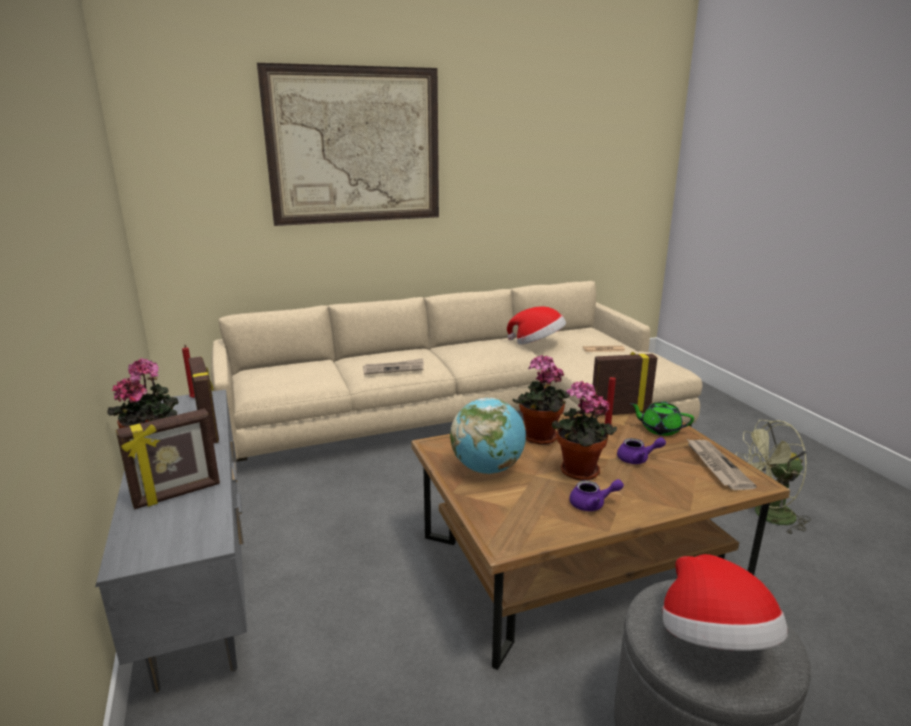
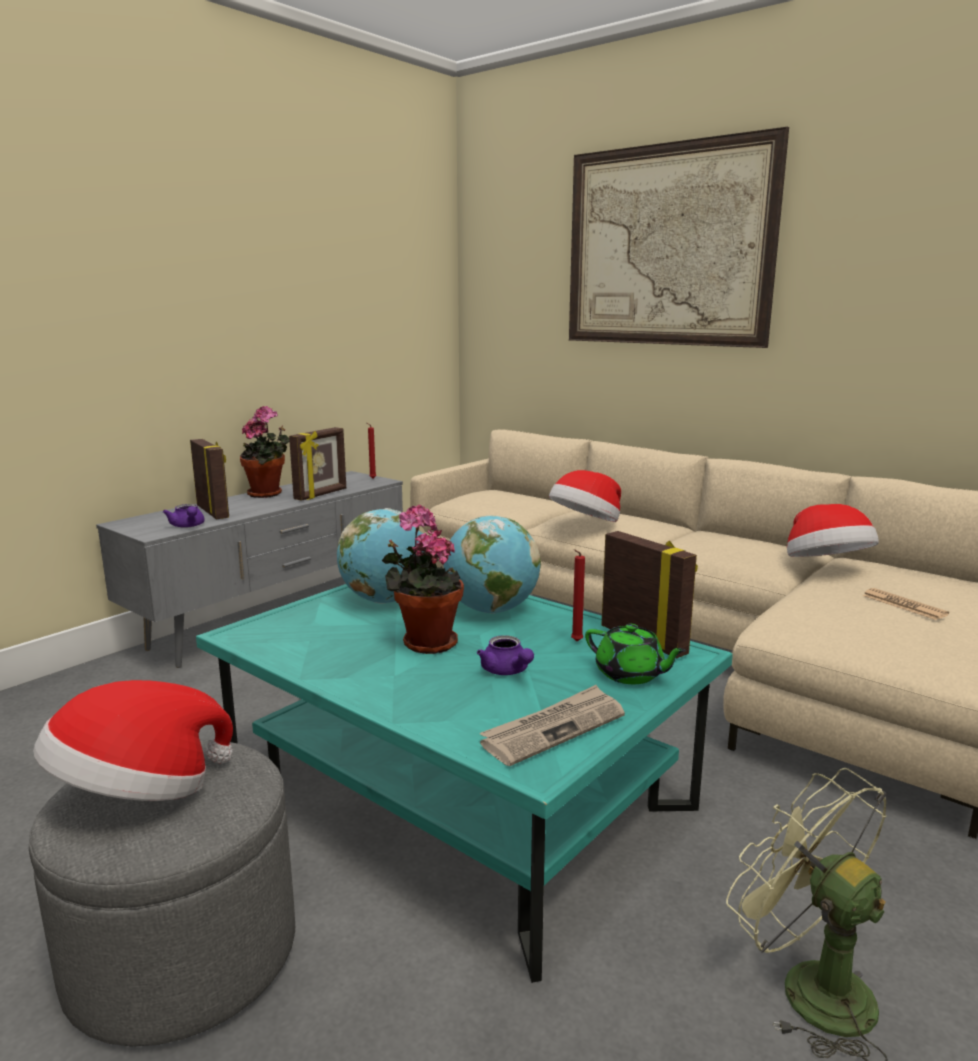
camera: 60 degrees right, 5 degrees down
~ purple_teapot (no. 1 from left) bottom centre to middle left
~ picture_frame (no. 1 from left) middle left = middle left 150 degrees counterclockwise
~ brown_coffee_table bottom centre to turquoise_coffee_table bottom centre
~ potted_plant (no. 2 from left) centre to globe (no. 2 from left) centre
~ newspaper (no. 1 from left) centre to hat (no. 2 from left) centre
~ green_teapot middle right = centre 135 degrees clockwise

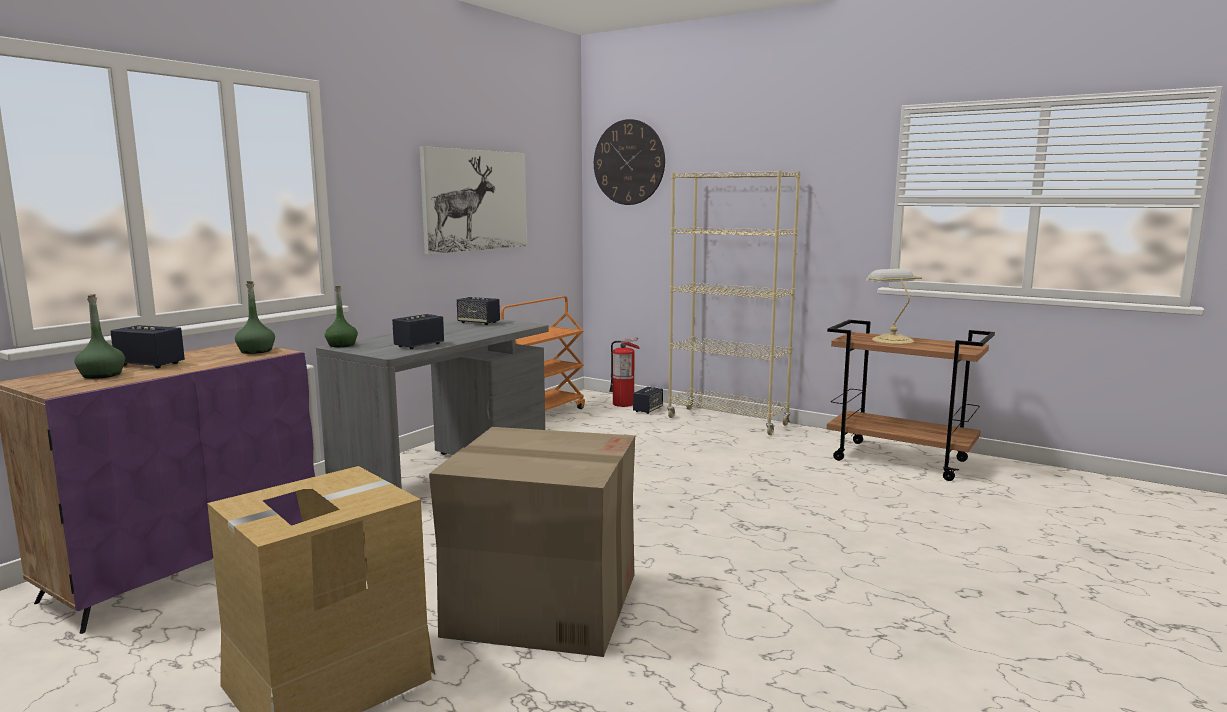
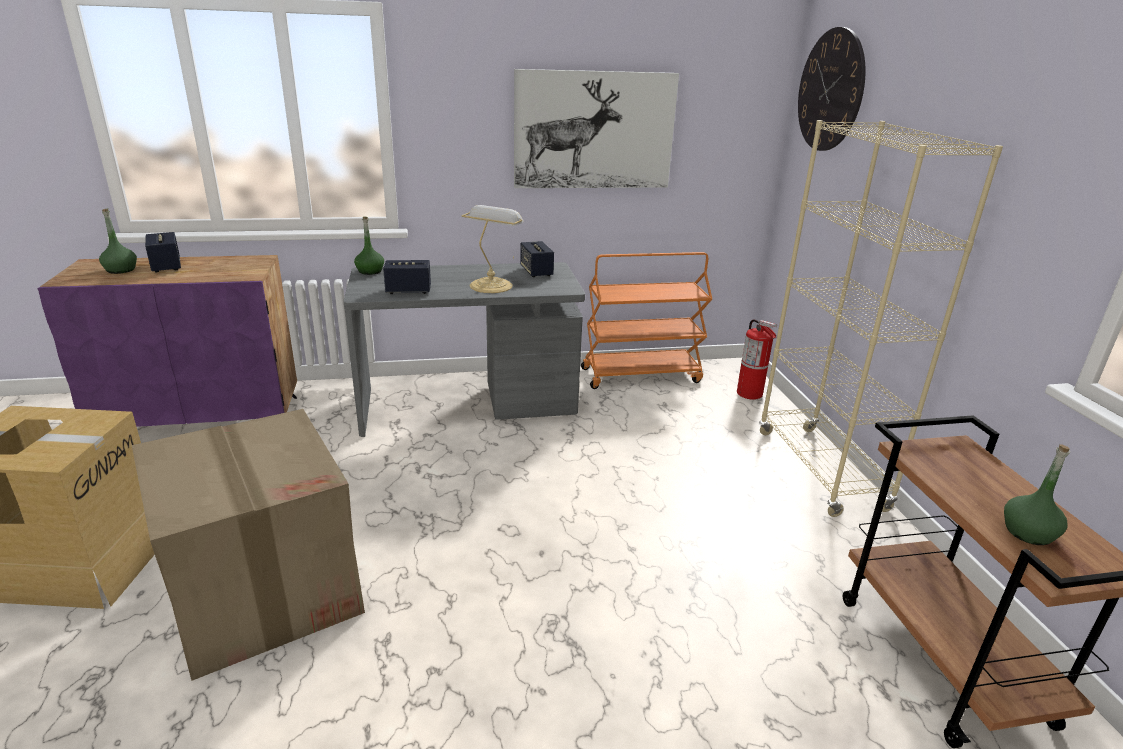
camera: 45 degrees right, 15 degrees up
~ table_lamp middle right to top centre
~ green_bottle (no. 2 from left in the first image) middle left to green_bottle (no. 3 from left) middle right
- speaker (no. 4 from left) centre

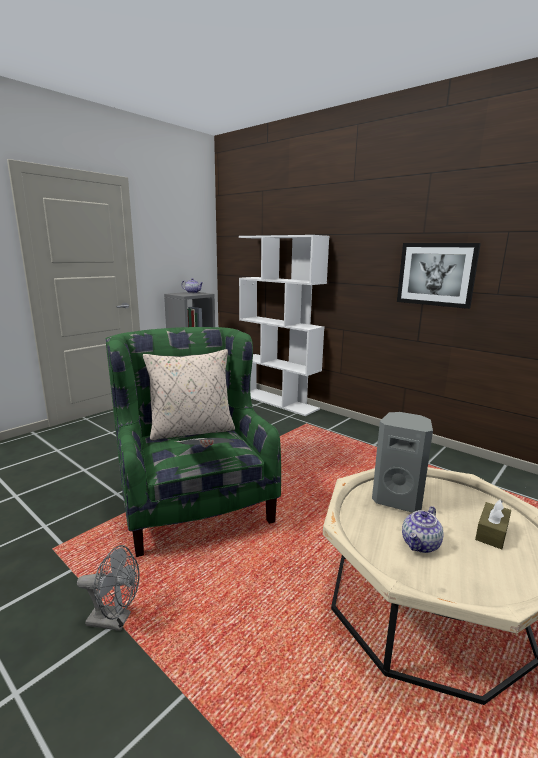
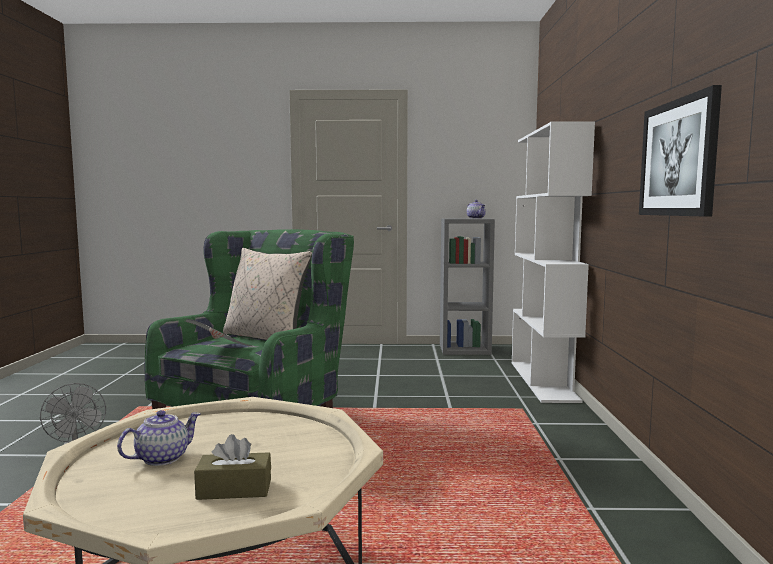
camera: 50 degrees right, 10 degrees down
~ teapot (no. 2 from left in the first image) bottom right = bottom left 135 degrees clockwise
- grey_speaker middle right

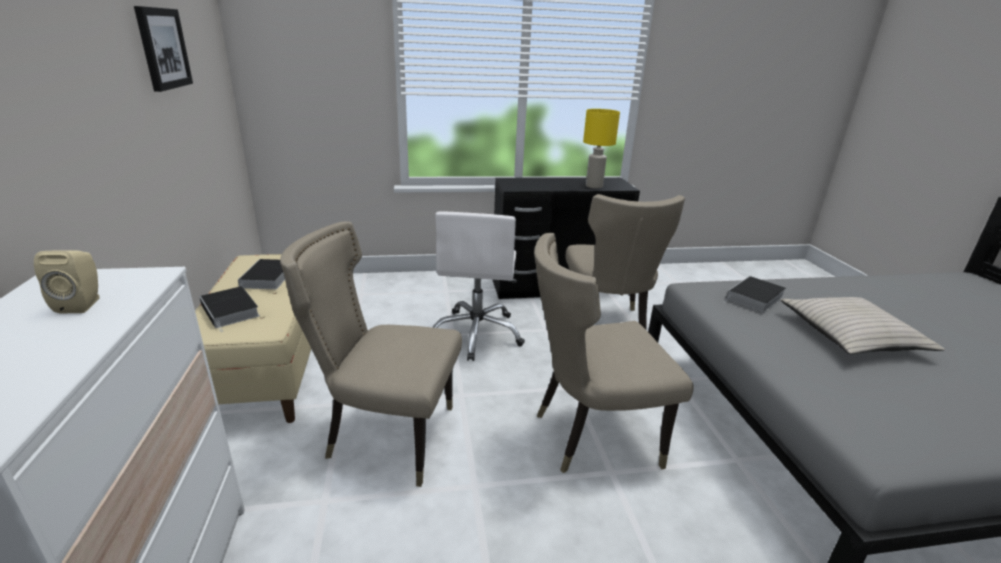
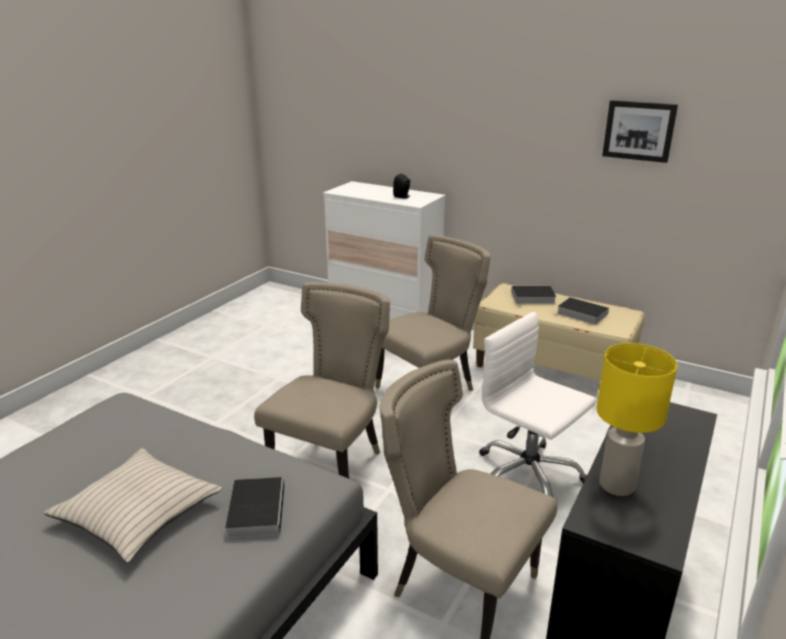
camera: 130 degrees right, 0 degrees up
~ beige_speaker middle left to black_speaker top centre

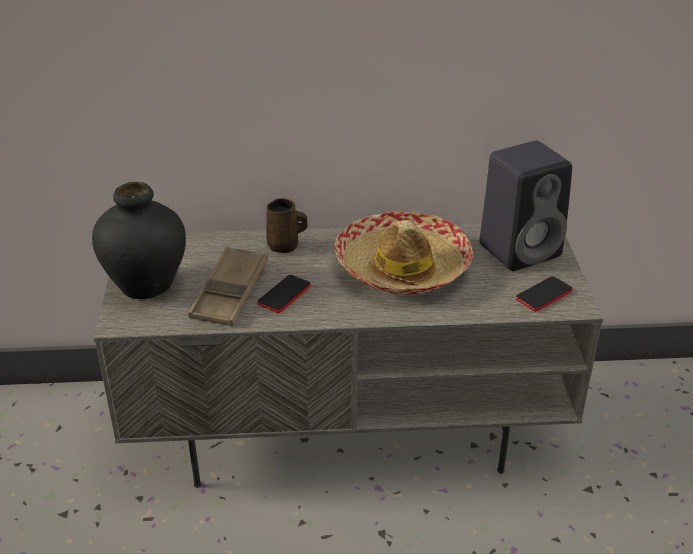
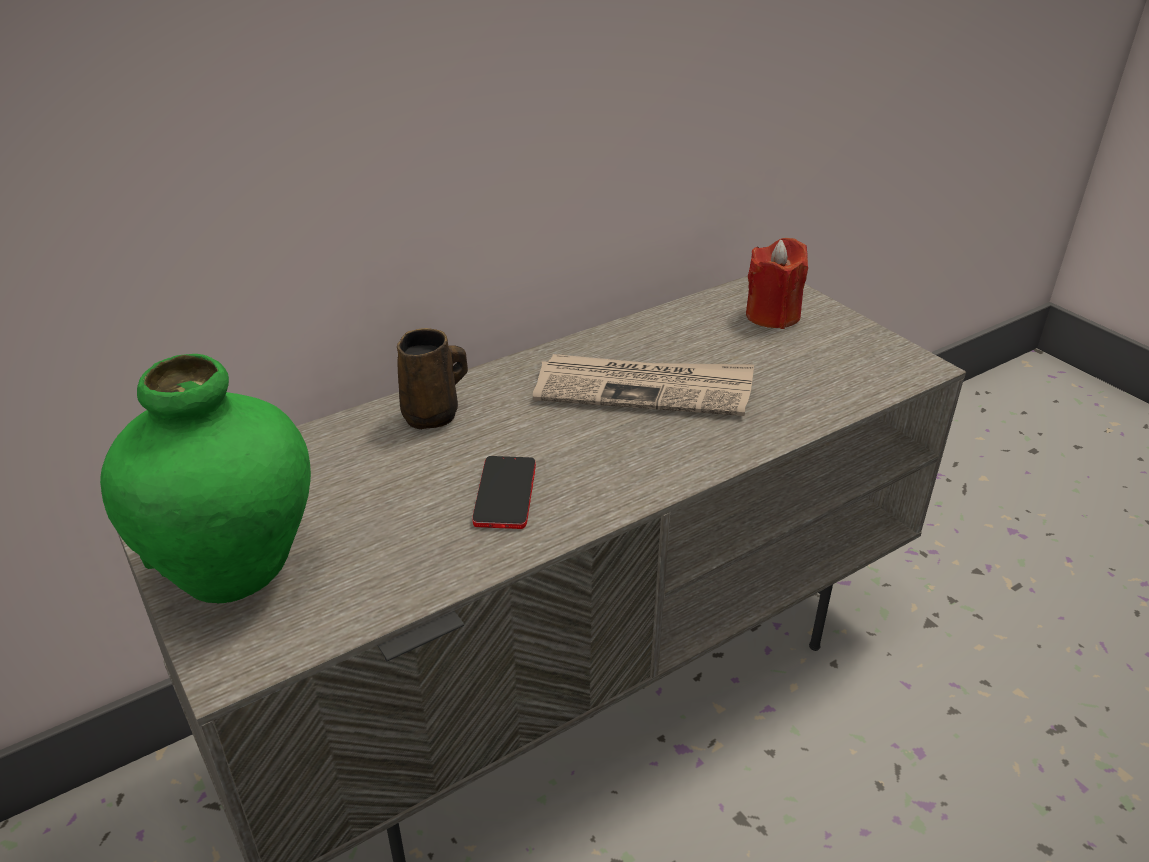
camera: 30 degrees left, 0 degrees up
~ black_vase middle left to green_vase middle left
~ hat centre to newspaper centre
~ black_speaker middle right to red_candle top right
- brown_tray middle left
- phone (no. 2 from left) middle right

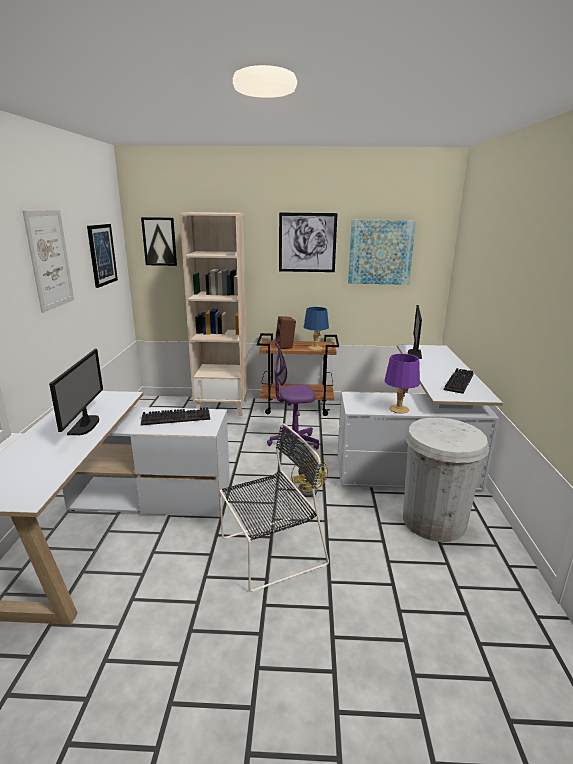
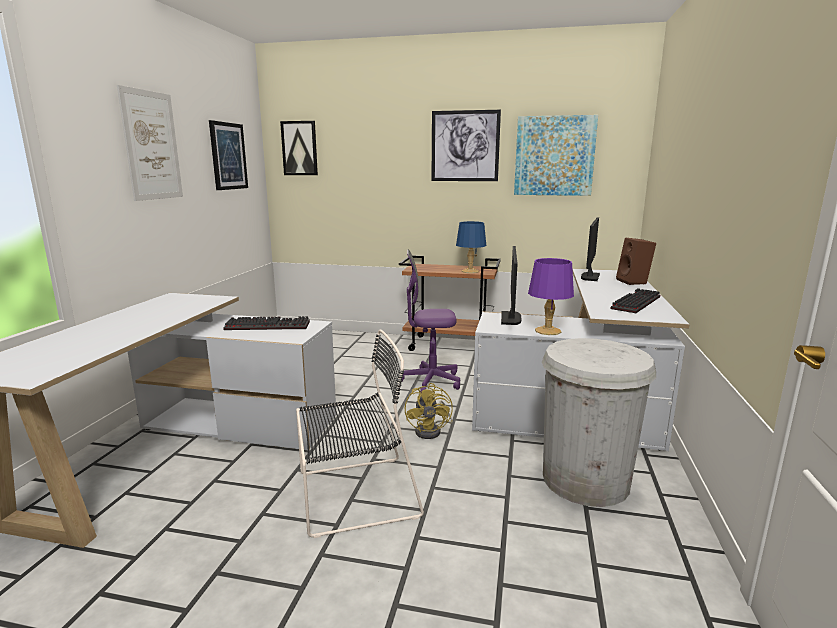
camera: 10 degrees right, 5 degrees down
~ monitor (no. 1 from left) middle left to centre
~ brown_speaker centre to middle right
- beige_bookcase centre

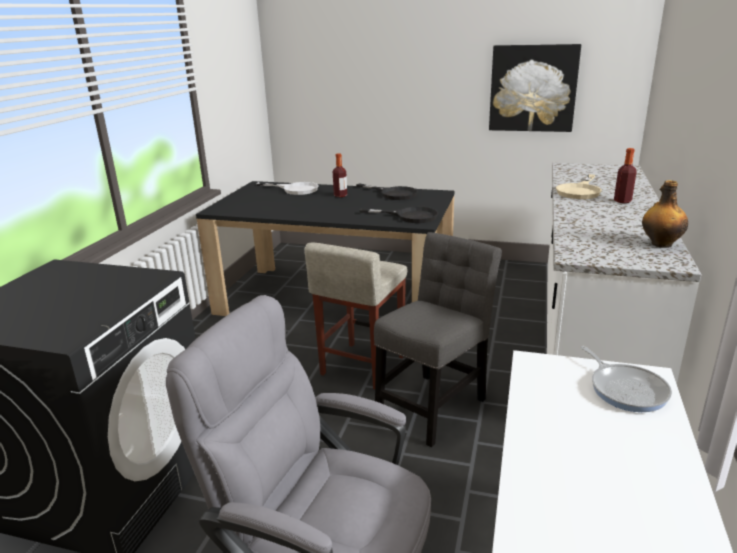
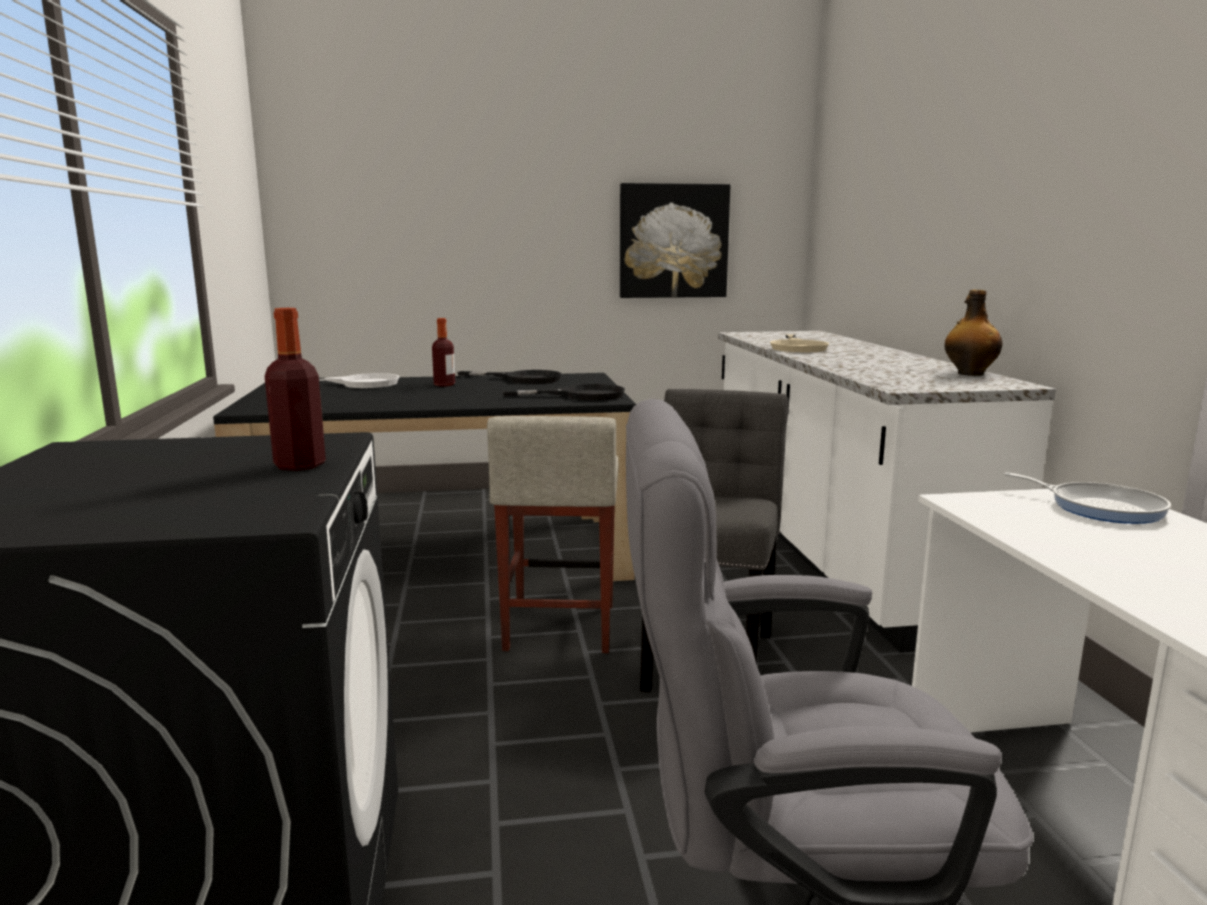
camera: 25 degrees left, 10 degrees down
~ bottle (no. 2 from left in the first image) top right to bottle (no. 1 from left) middle left

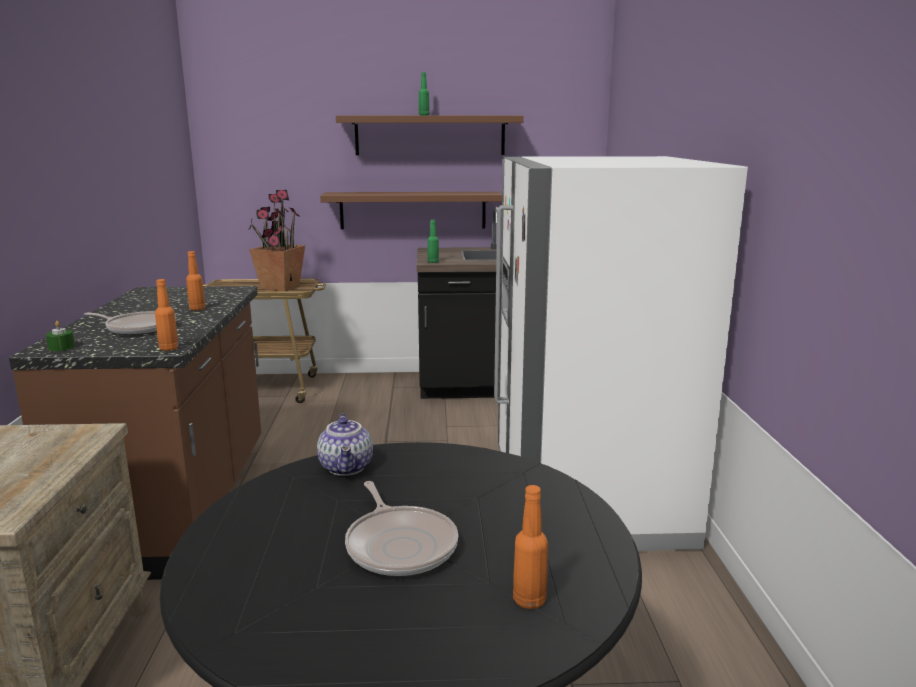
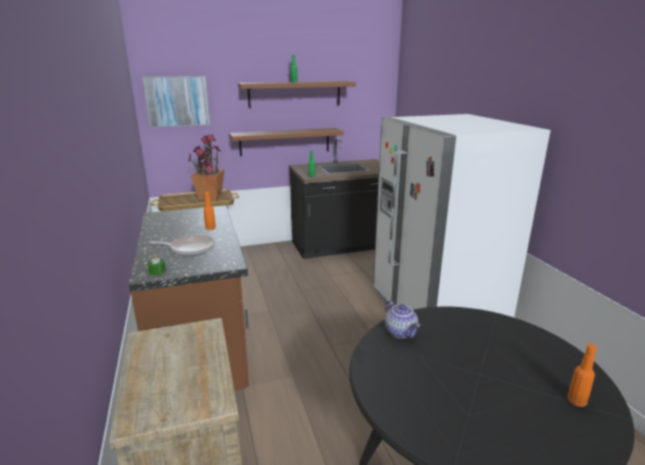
camera: 15 degrees left, 5 degrees up
+ picture top left
- orange_bottle (no. 1 from left) middle left
- frying_pan (no. 2 from left) bottom centre

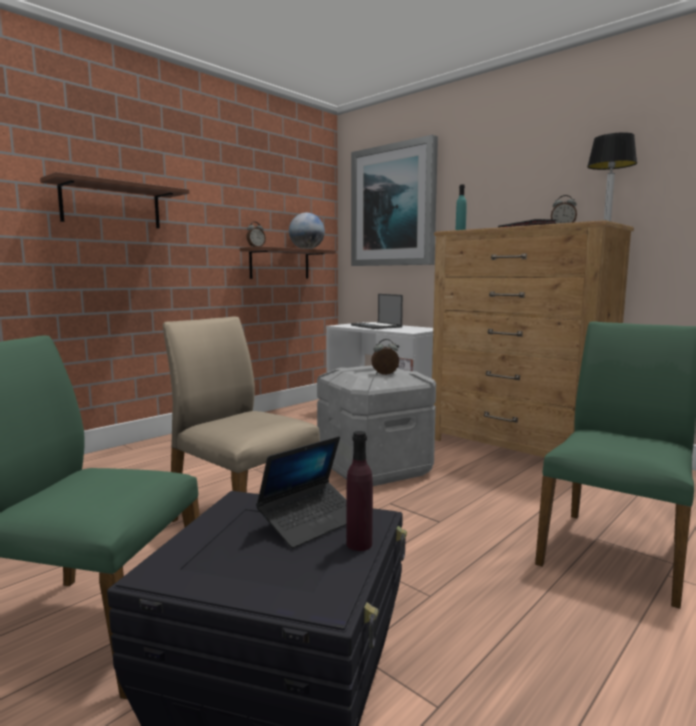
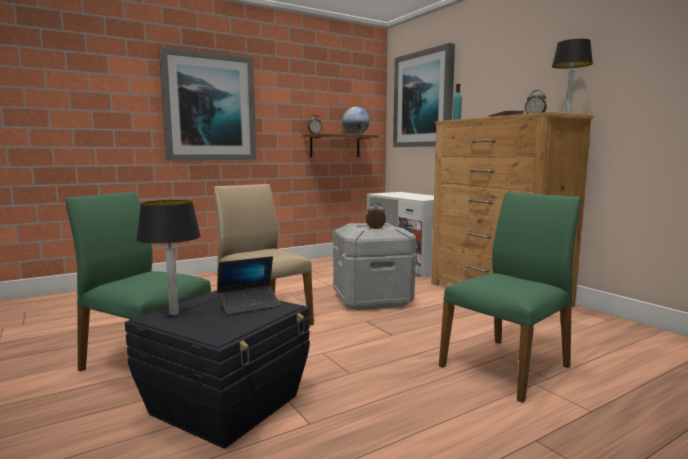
camera: 15 degrees right, 0 degrees up
+ table_lamp (no. 1 from left) middle left
~ brown_shelf (no. 1 from left) top left to picture (no. 1 from left) top left
- purple_bottle bottom centre
- laptop (no. 2 from left) centre

